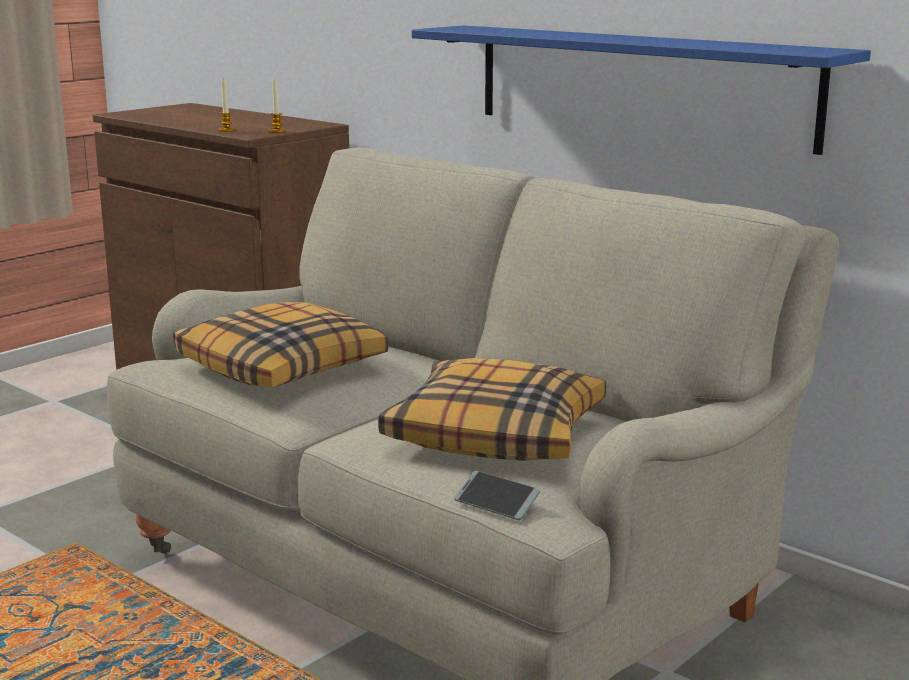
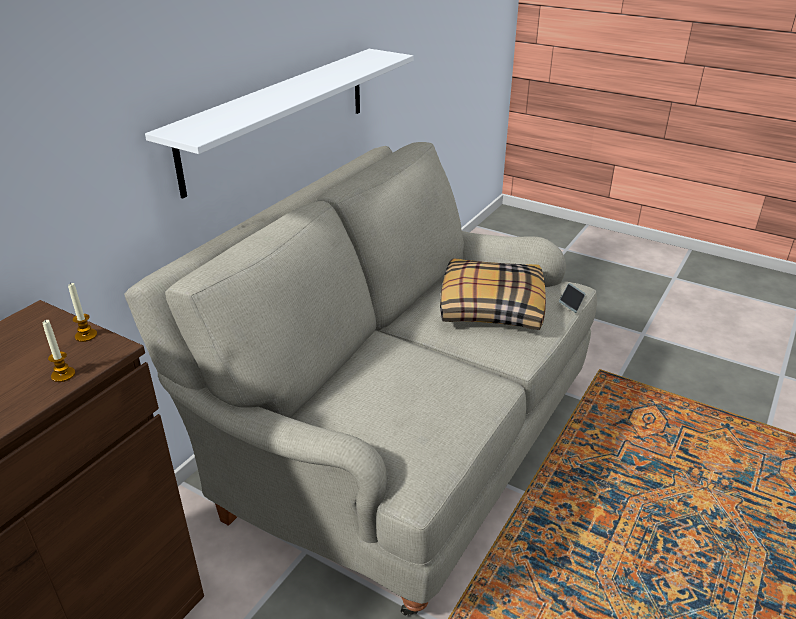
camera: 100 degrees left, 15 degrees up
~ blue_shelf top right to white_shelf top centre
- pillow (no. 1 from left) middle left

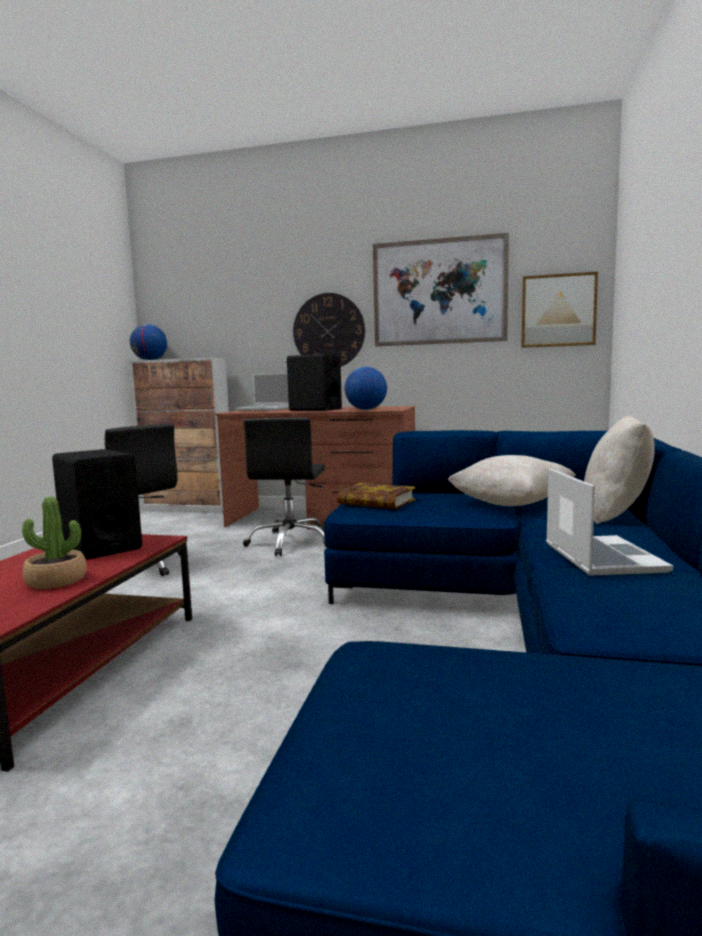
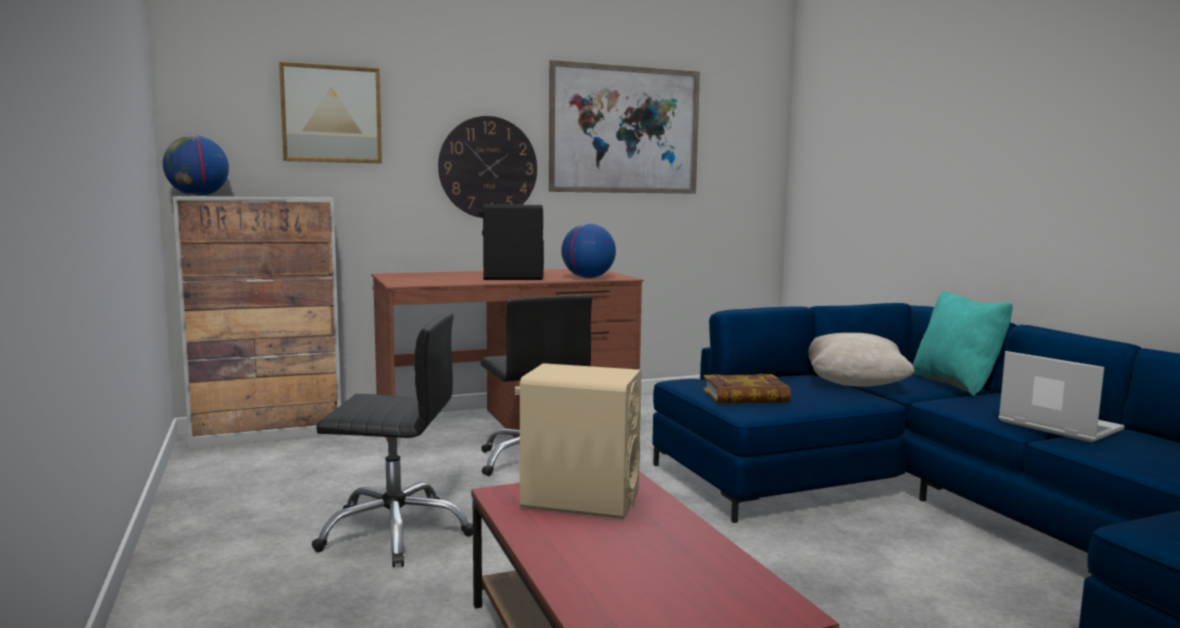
camera: 35 degrees left, 0 degrees up
~ picture (no. 2 from left in the first image) top right to picture (no. 1 from left) top left
~ black_speaker (no. 1 from left) middle left to beige_speaker bottom centre
~ beige_pillow (no. 2 from left) middle right to turquoise_pillow middle right
- potted_plant middle left
- laptop (no. 1 from left) centre

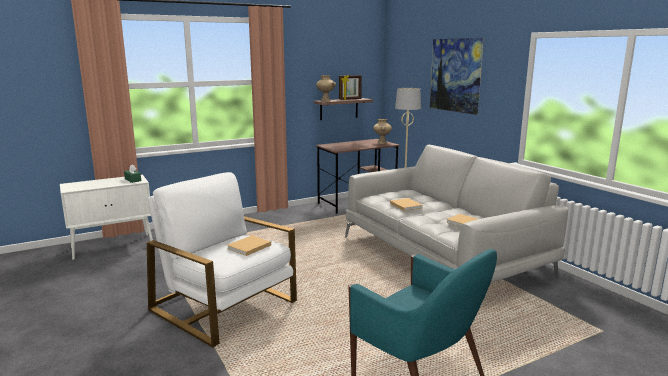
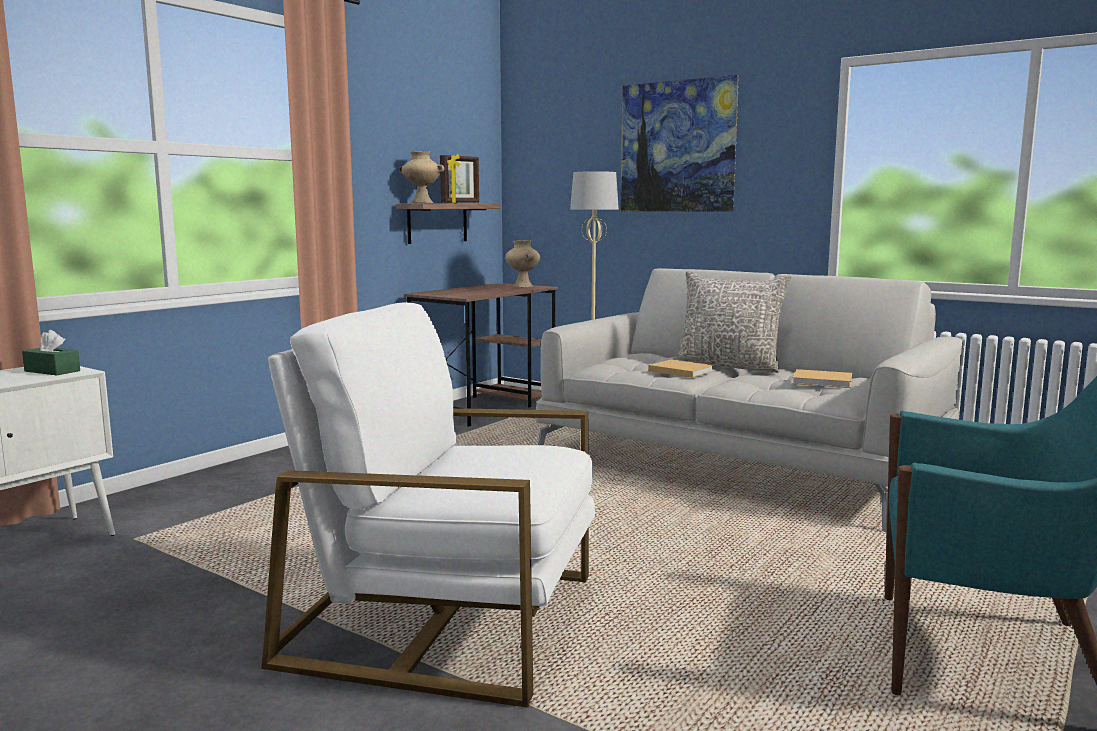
camera: 25 degrees left, 5 degrees down
+ grey_pillow middle right
- beige_book (no. 1 from left) centre

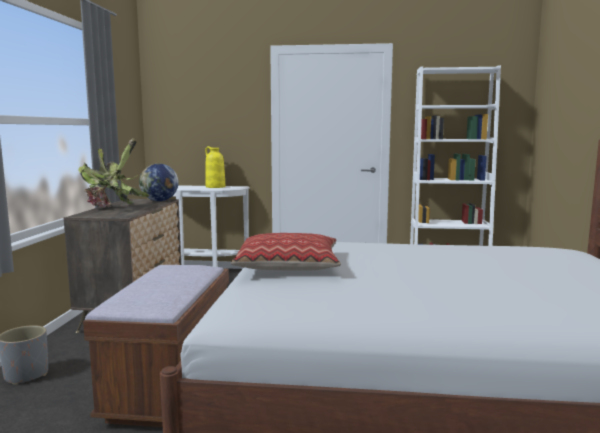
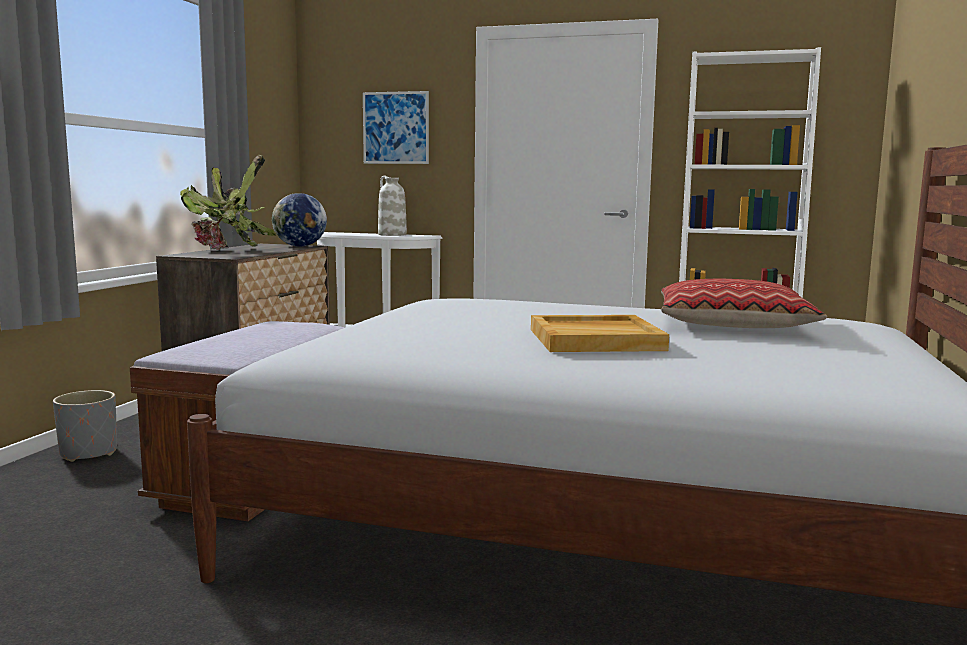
camera: 10 degrees right, 0 degrees up
+ picture top centre
~ yellow_vase centre to white_vase top centre
+ beige_tray centre
~ pillow centre to middle right

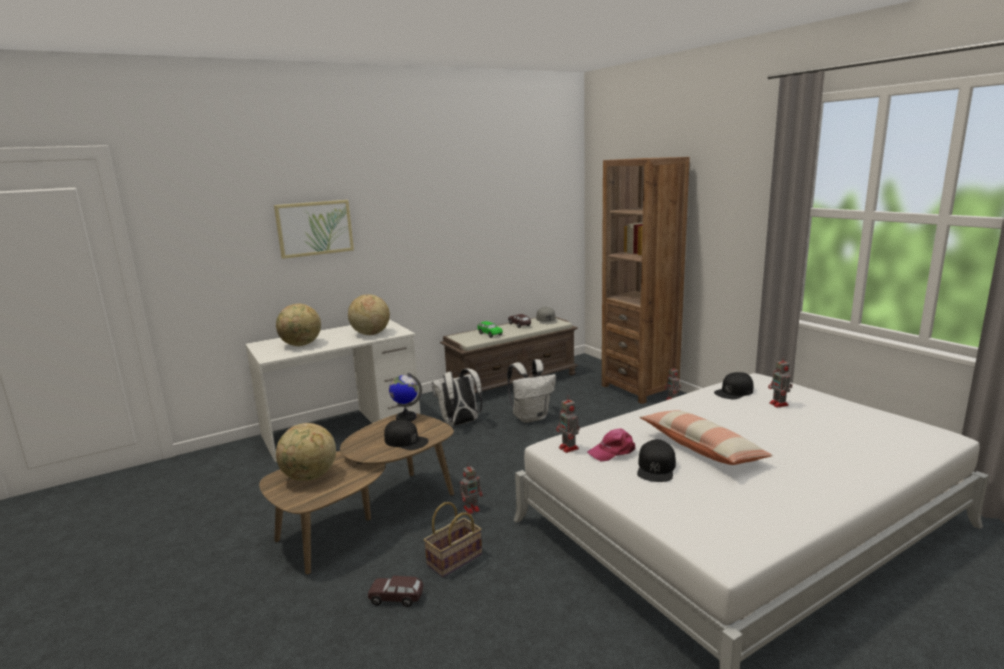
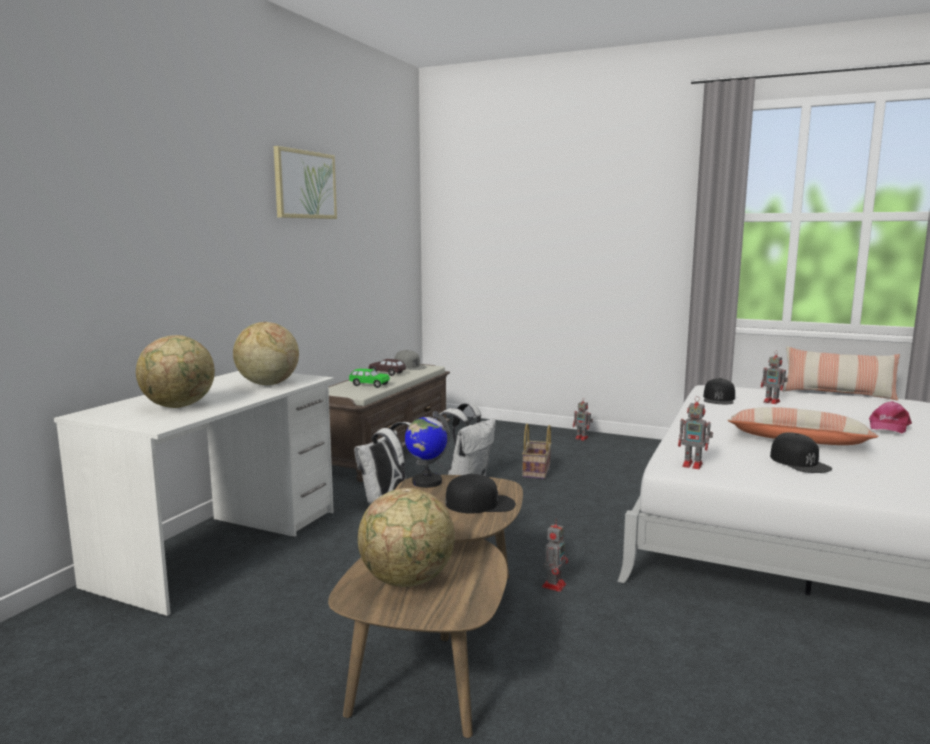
camera: 35 degrees left, 5 degrees down
~ picture middle left to top left
~ basket bottom centre to centre
+ pillow (no. 2 from left) middle right
~ pink_cap centre to middle right
- brown_toy_car (no. 1 from left) bottom centre
- brown_bookcase centre

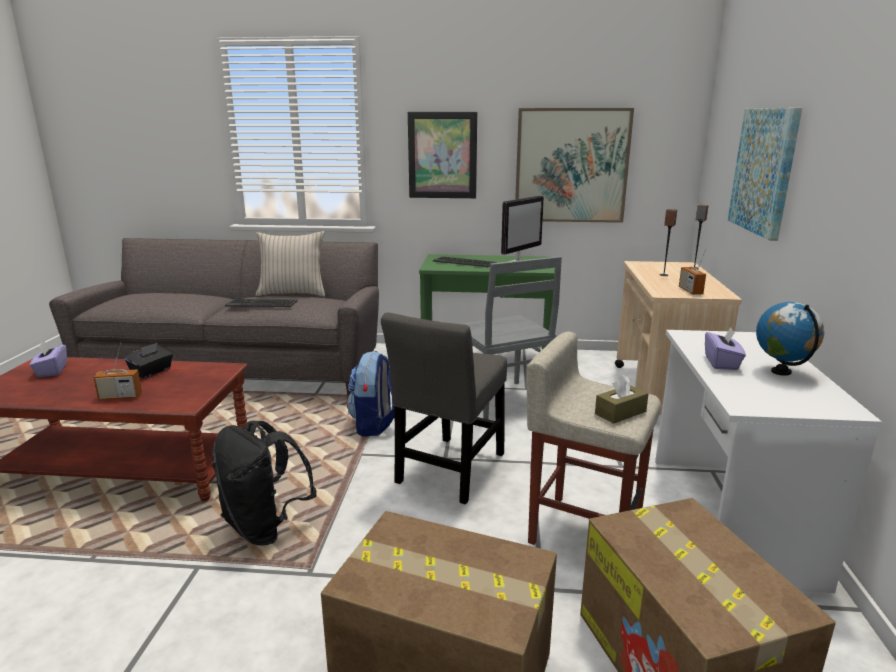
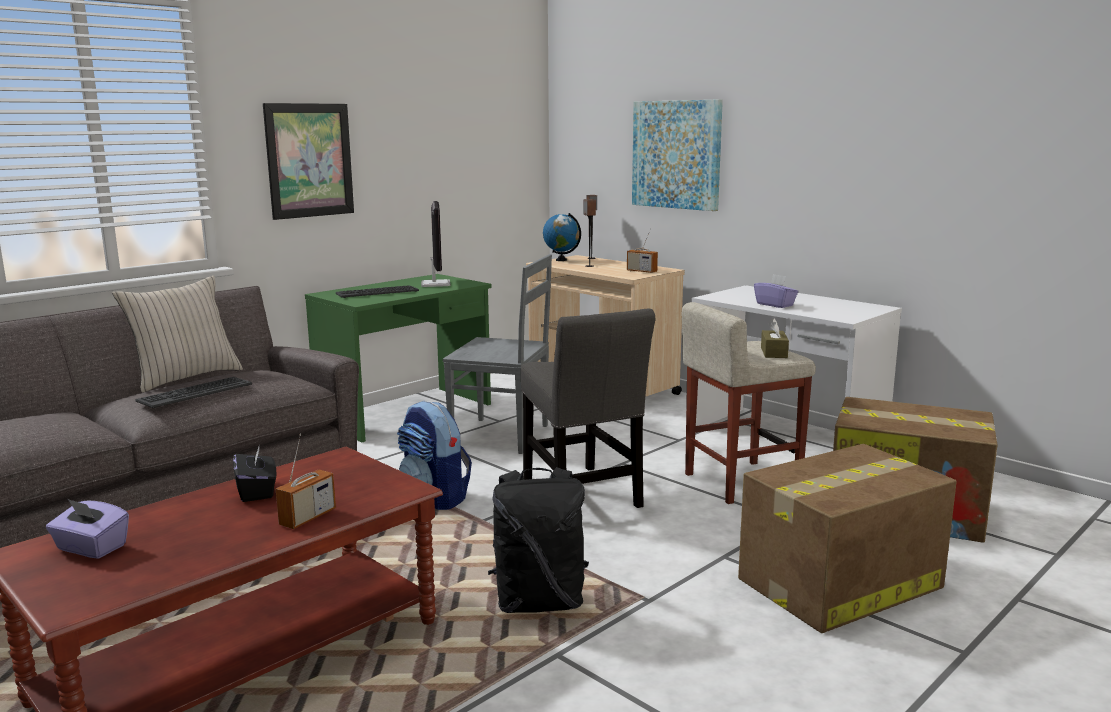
camera: 50 degrees left, 5 degrees down
~ globe middle right to top centre
- picture (no. 2 from left) top centre

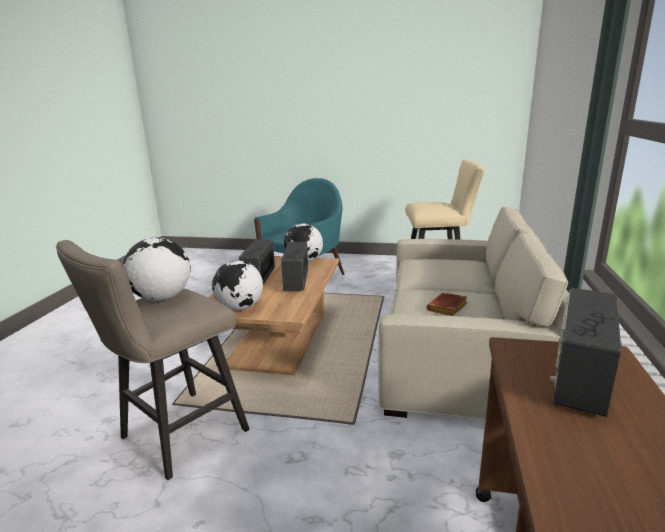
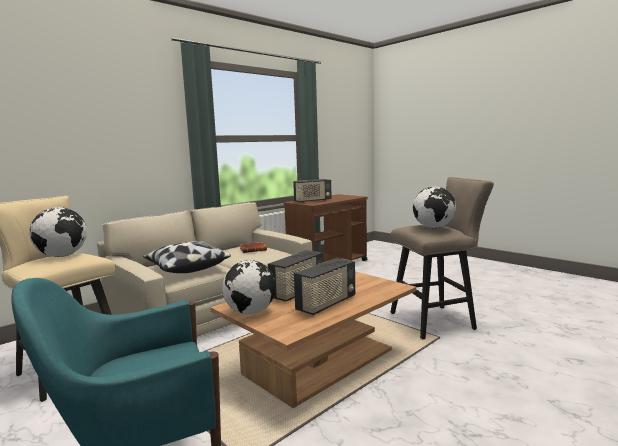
camera: 145 degrees left, 10 degrees down
~ globe (no. 2 from left in the first image) centre to globe (no. 1 from left) middle left
+ pillow middle left

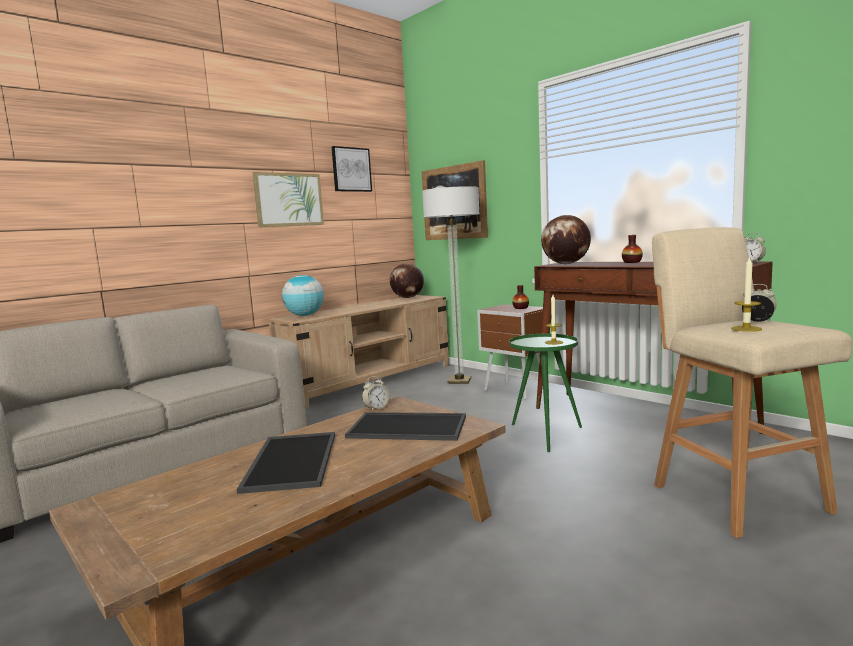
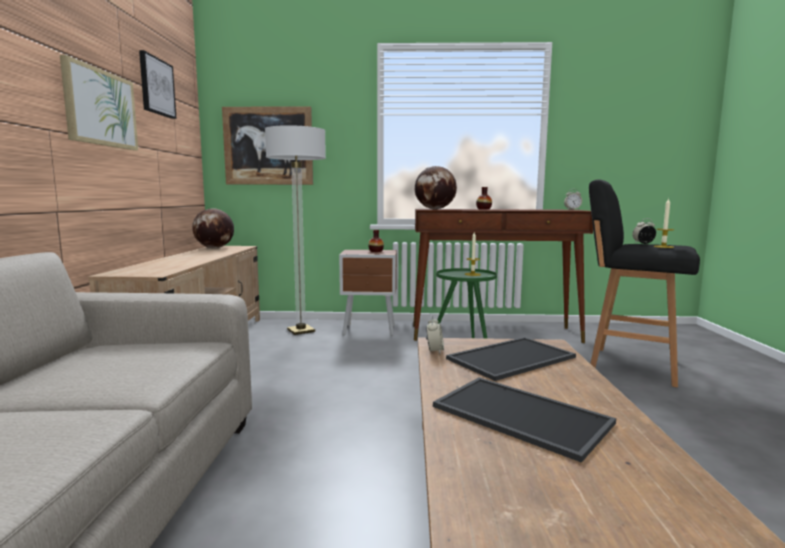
camera: 45 degrees left, 0 degrees up
~ beige_stool middle right to black_stool middle right
- globe (no. 1 from left) centre

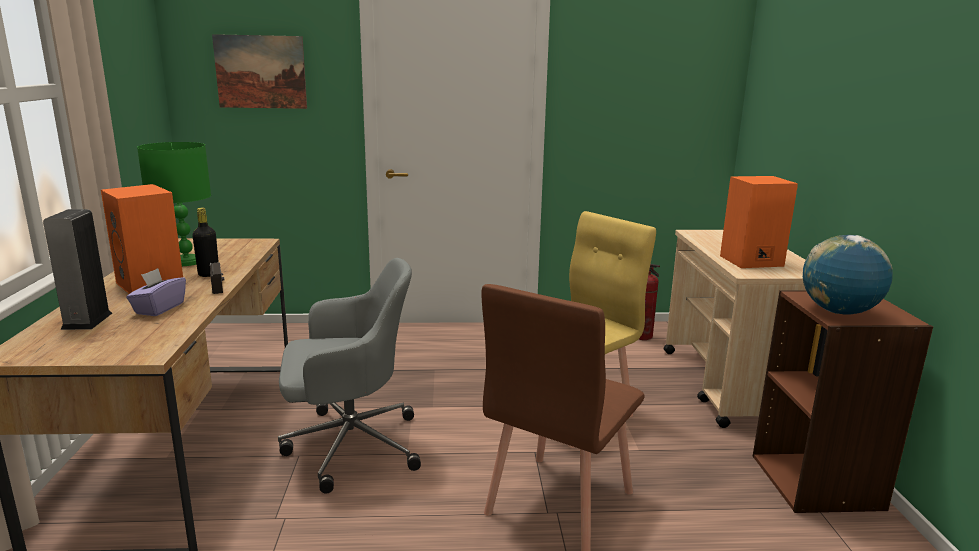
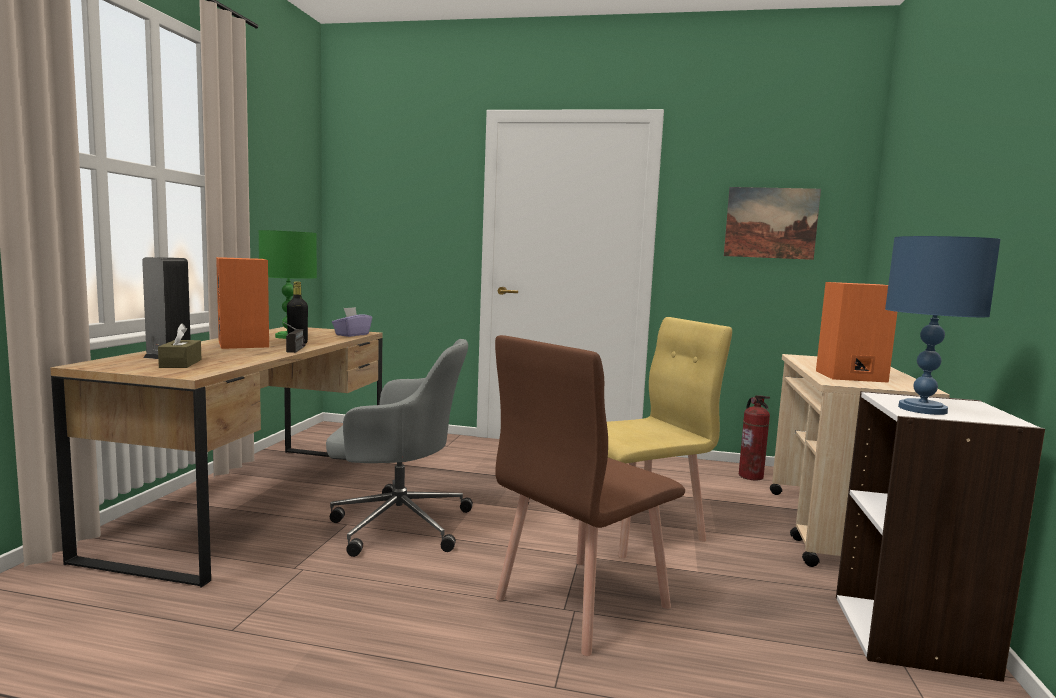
camera: 15 degrees right, 10 degrees down
+ brown_tissue_box middle left
~ purple_tissue_box middle left to centre
~ picture top left to top right
~ brown_bookcase bottom right to white_bookcase bottom right
~ globe middle right to blue_table_lamp middle right

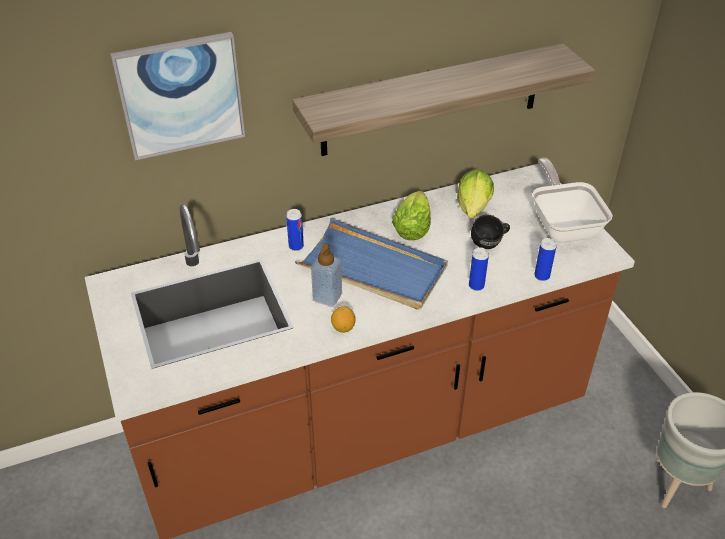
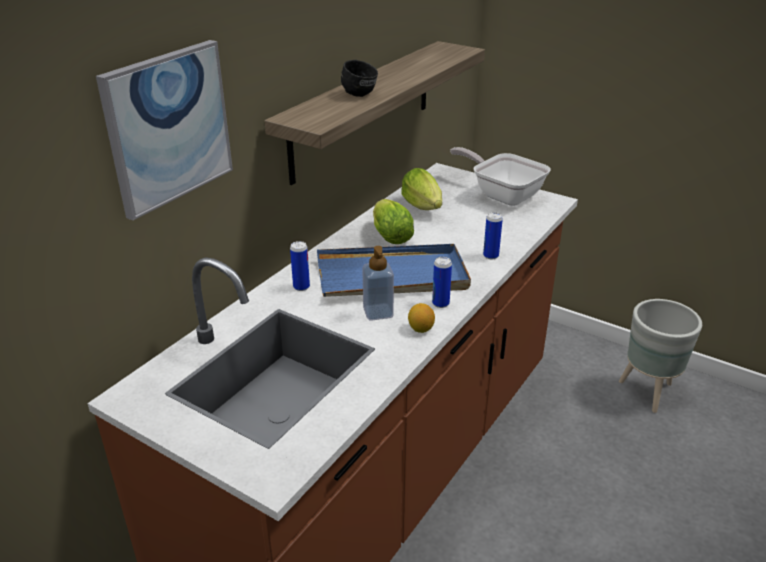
camera: 35 degrees left, 10 degrees down
~ black_mug middle right to top centre
~ can (no. 3 from left in the first image) middle right to can (no. 2 from left) centre

